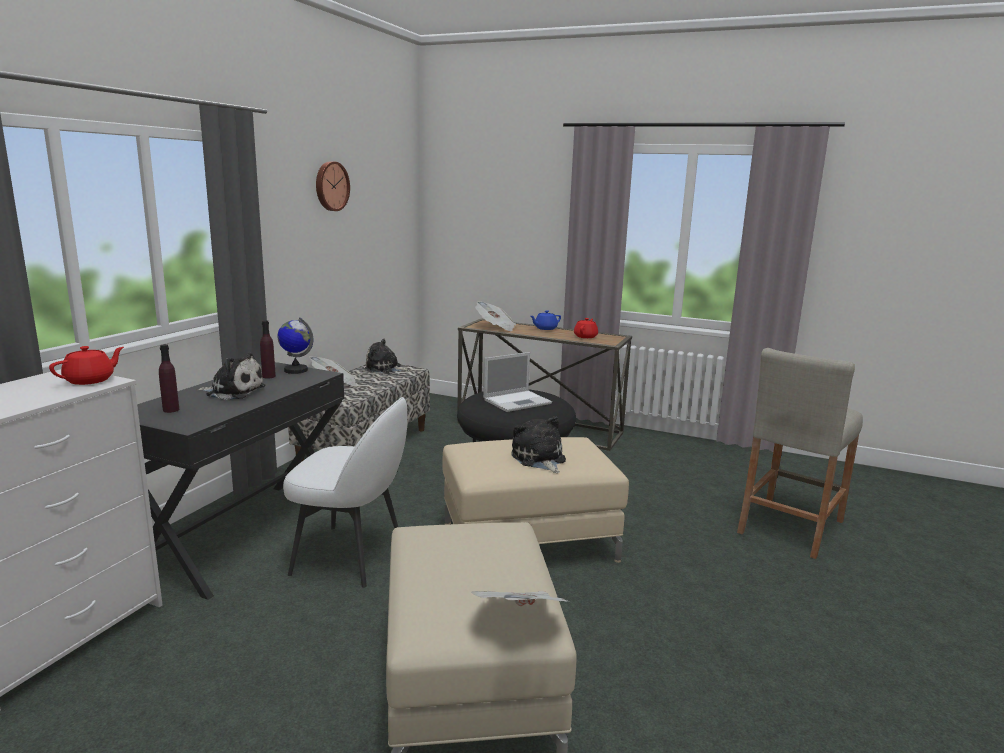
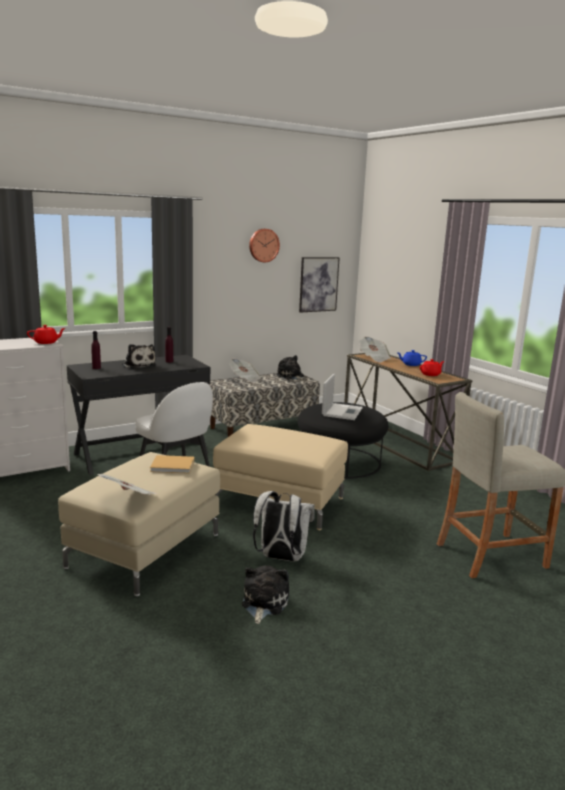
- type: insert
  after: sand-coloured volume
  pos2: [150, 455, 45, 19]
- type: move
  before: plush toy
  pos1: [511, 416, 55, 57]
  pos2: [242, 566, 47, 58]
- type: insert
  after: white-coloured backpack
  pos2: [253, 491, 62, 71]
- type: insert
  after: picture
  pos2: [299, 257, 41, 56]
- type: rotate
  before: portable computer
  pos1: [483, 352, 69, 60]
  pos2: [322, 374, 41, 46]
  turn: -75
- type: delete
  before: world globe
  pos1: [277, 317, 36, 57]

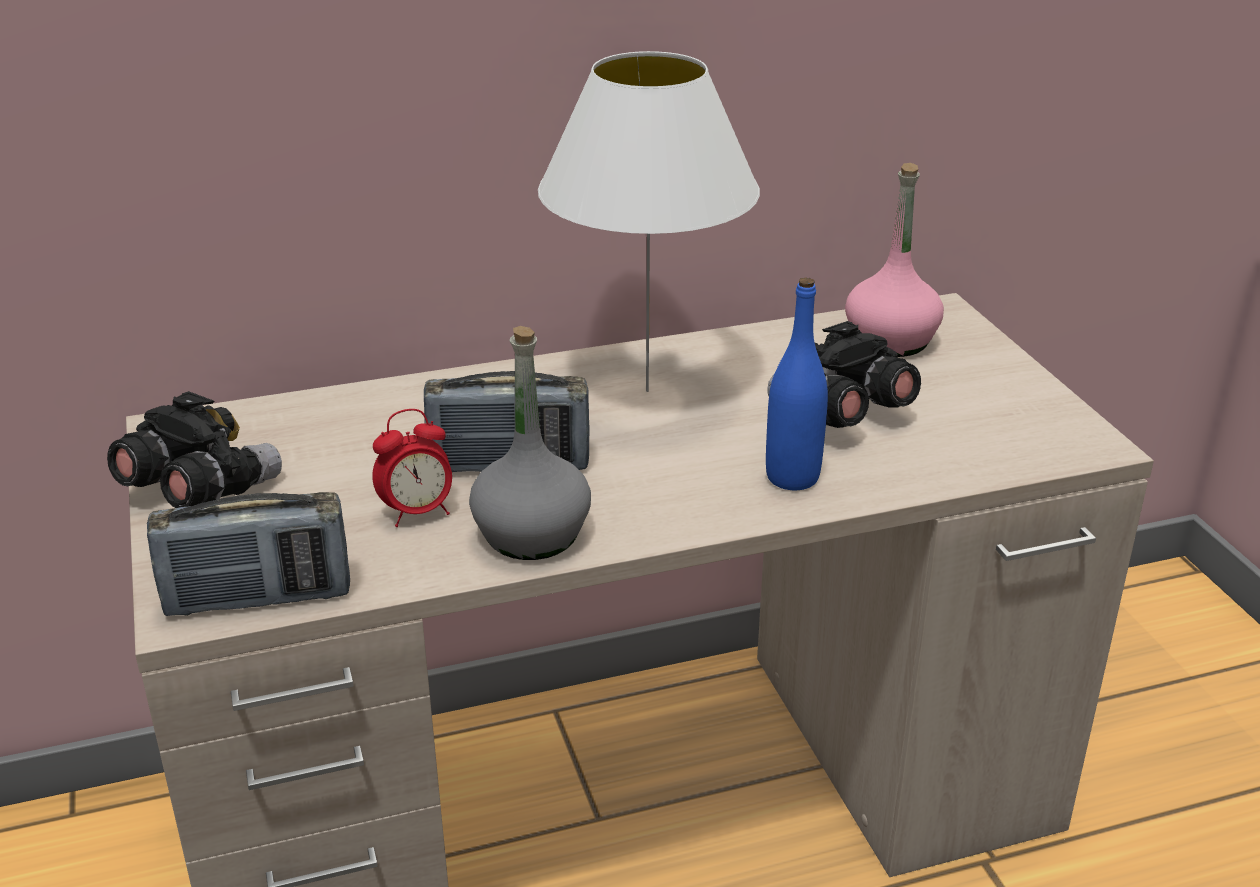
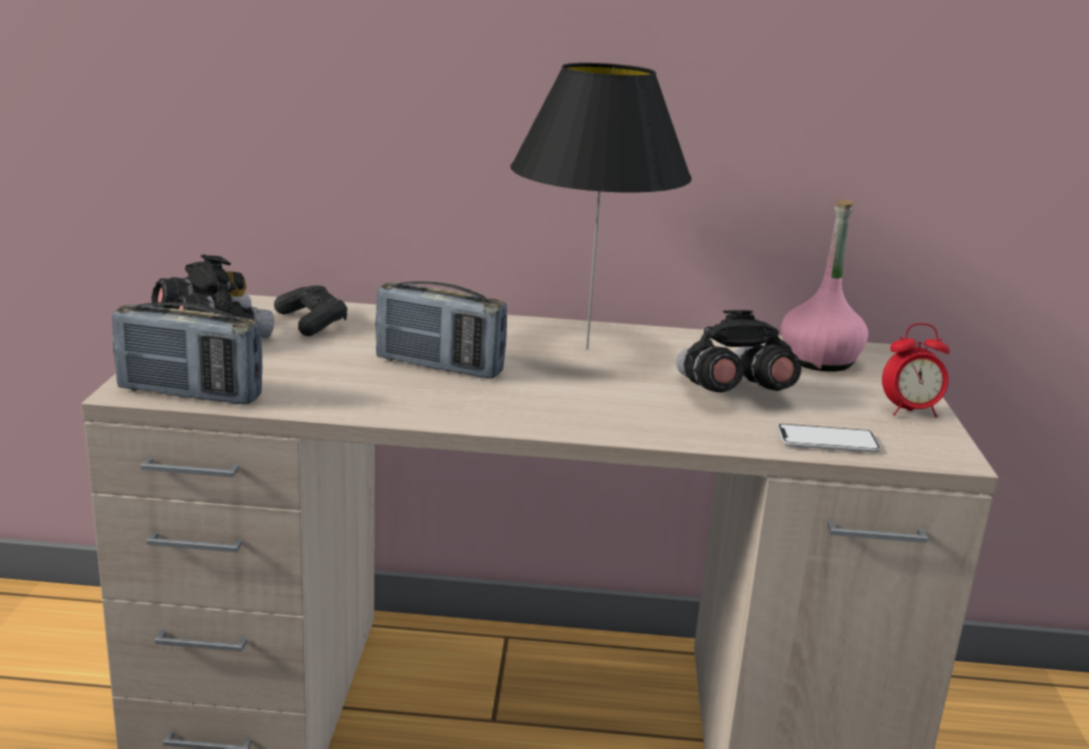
- type: insert
  after: black joypad
  pos2: [274, 286, 73, 50]
- type: recolor
  before: white-coloured lamp for a table
  after: black lamp for a table
  pos1: [538, 51, 222, 341]
  pos2: [510, 63, 182, 287]
- type: insert
  after: phone
  pos2: [777, 424, 104, 28]
- type: move
  before: bedside clock
  pos1: [372, 409, 80, 118]
  pos2: [882, 323, 68, 94]
- type: delete
  before: greyish beverage bottle
  pos1: [469, 326, 122, 234]
- type: delete
  before: blue beverage bottle
  pos1: [766, 277, 62, 213]

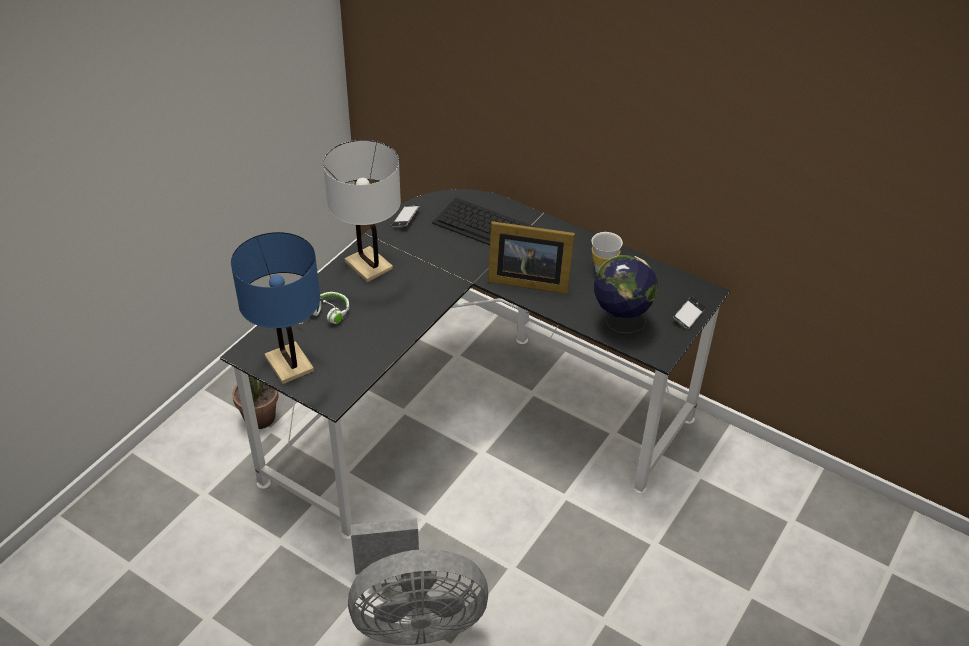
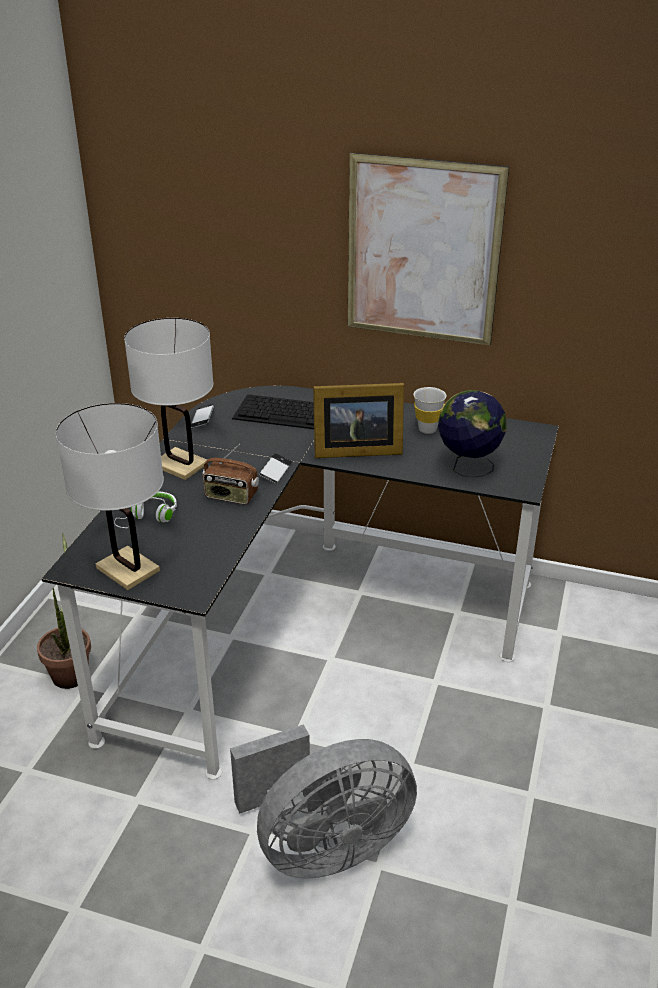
- type: recolor
  before: blue lamp for a table
  after: white-coloured lamp for a table
  pos1: [231, 232, 89, 152]
  pos2: [56, 403, 108, 187]
- type: insert
  after: radio
  pos2: [202, 444, 57, 61]
- type: move
  before: phone
  pos1: [673, 296, 33, 34]
  pos2: [259, 453, 33, 31]
- type: insert
  after: picture
  pos2: [348, 153, 161, 192]

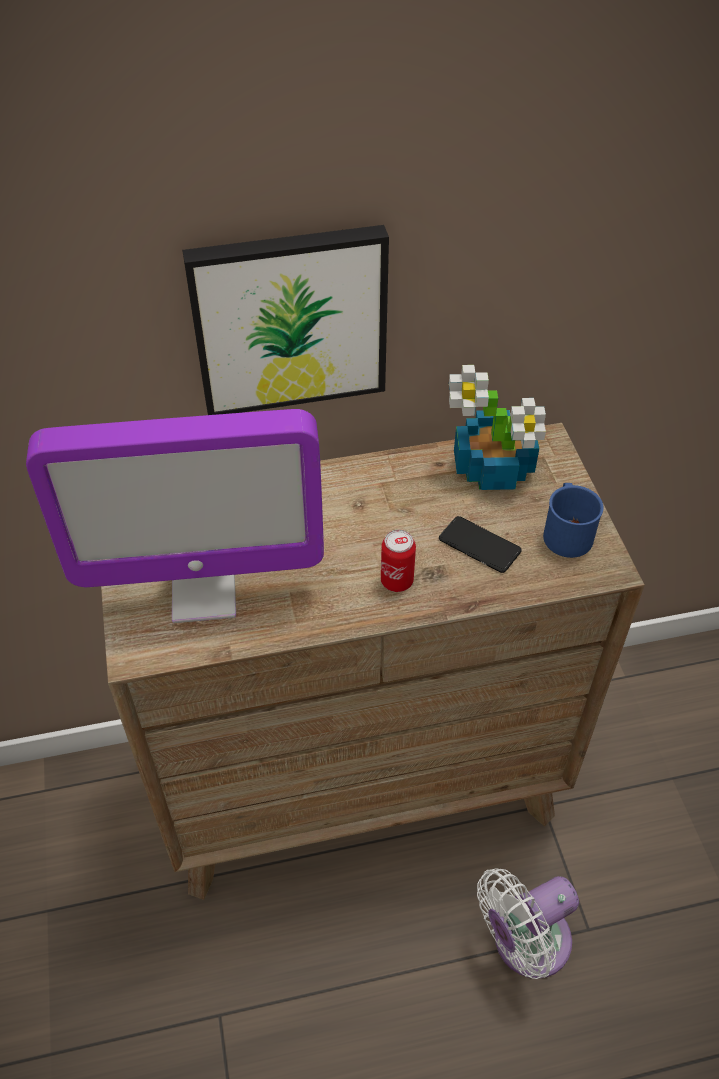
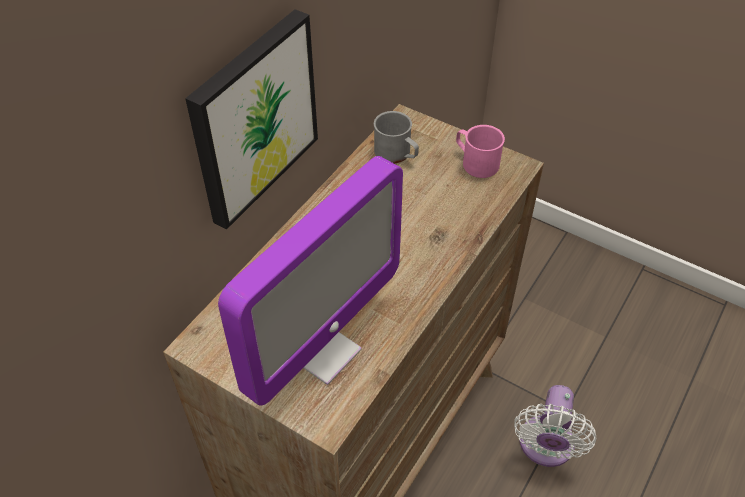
- type: replace
  before: houseplant
  after: greyish tea mug
  pos1: [449, 365, 97, 125]
  pos2: [374, 111, 45, 52]
- type: recolor
  before: blue tea mug
  after: pink-coloured tea mug
  pos1: [543, 483, 61, 75]
  pos2: [456, 125, 49, 53]
- type: delete
  before: sealed can
  pos1: [381, 530, 35, 62]
- type: delete
  before: phone
  pos1: [439, 516, 83, 57]

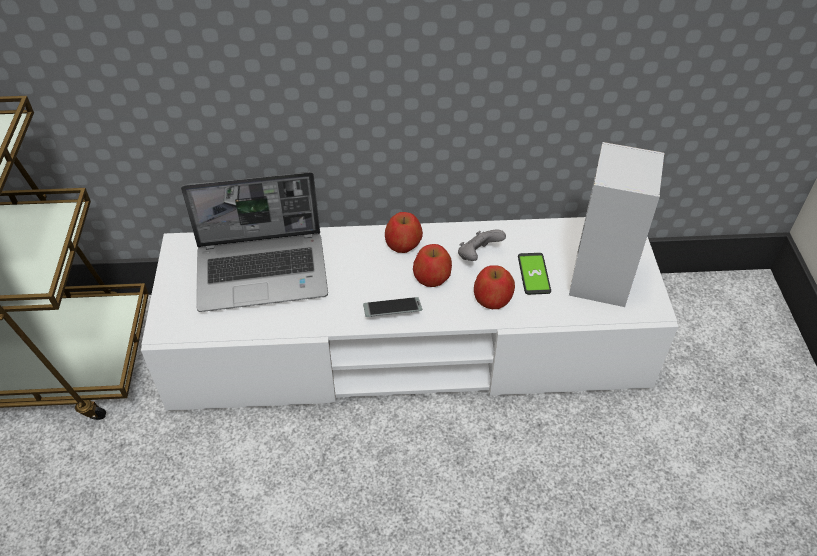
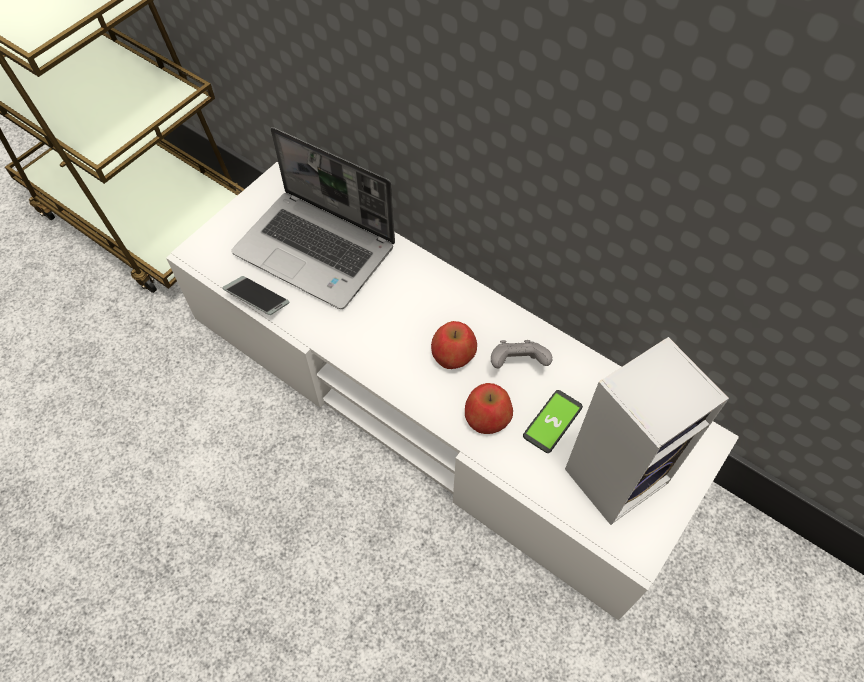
- type: move
  before: phone
  pos1: [363, 297, 59, 20]
  pos2: [222, 276, 67, 39]
- type: delete
  before: apple fruit
  pos1: [385, 212, 38, 41]

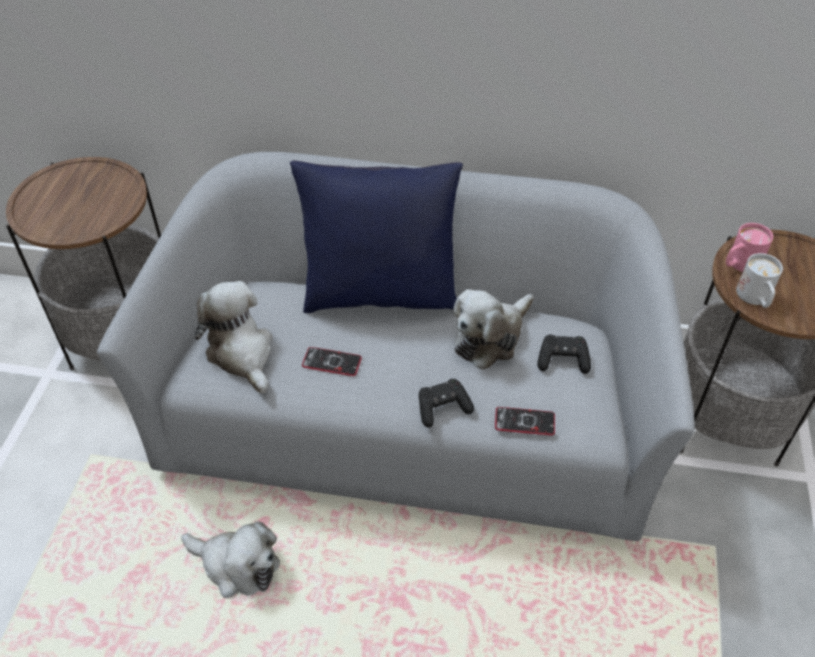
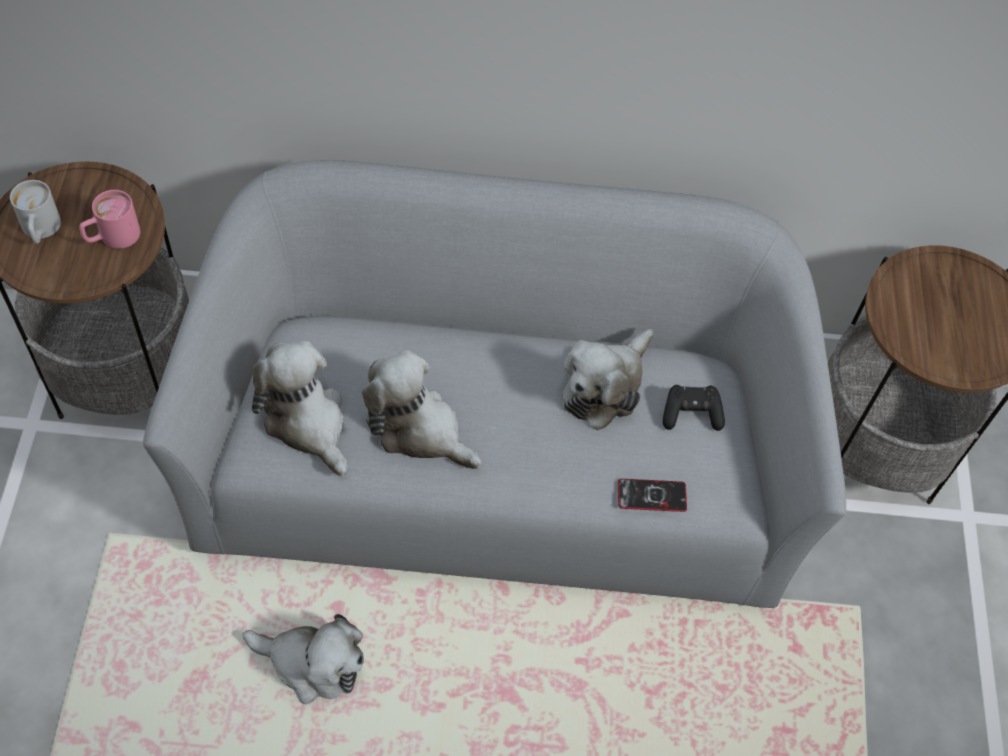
- type: move
  before: white-coloured tea mug
  pos1: [736, 253, 47, 55]
  pos2: [10, 180, 51, 64]
- type: move
  before: pink-coloured tea mug
  pos1: [726, 223, 47, 49]
  pos2: [79, 190, 61, 59]
- type: replace
  before: phone
  after: plush toy
  pos1: [302, 347, 60, 29]
  pos2: [362, 350, 119, 119]
- type: delete
  before: blue cushion
  pos1: [290, 161, 173, 152]
- type: delete
  before: black joypad
  pos1: [419, 379, 55, 49]

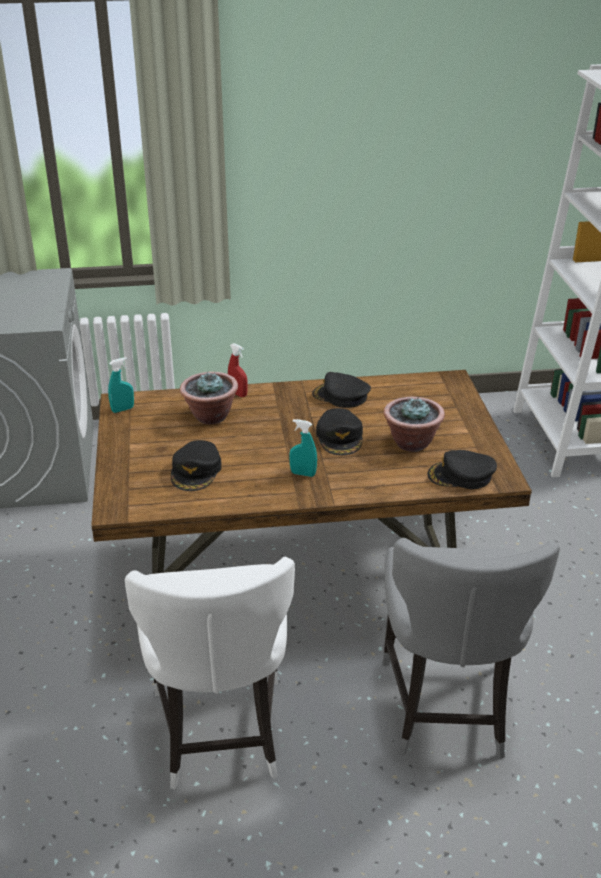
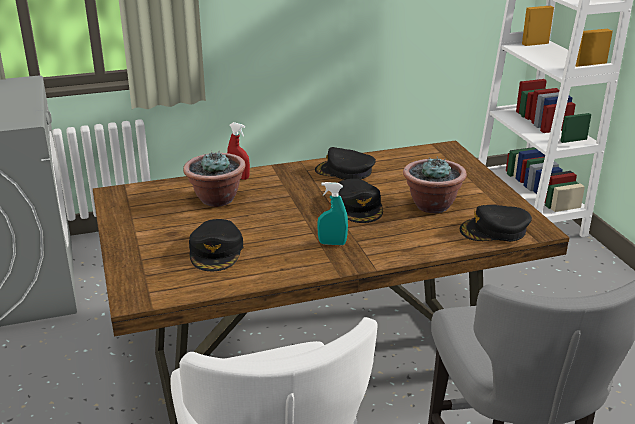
- type: delete
  before: turquoise-coloured spray bottle
  pos1: [108, 357, 26, 56]

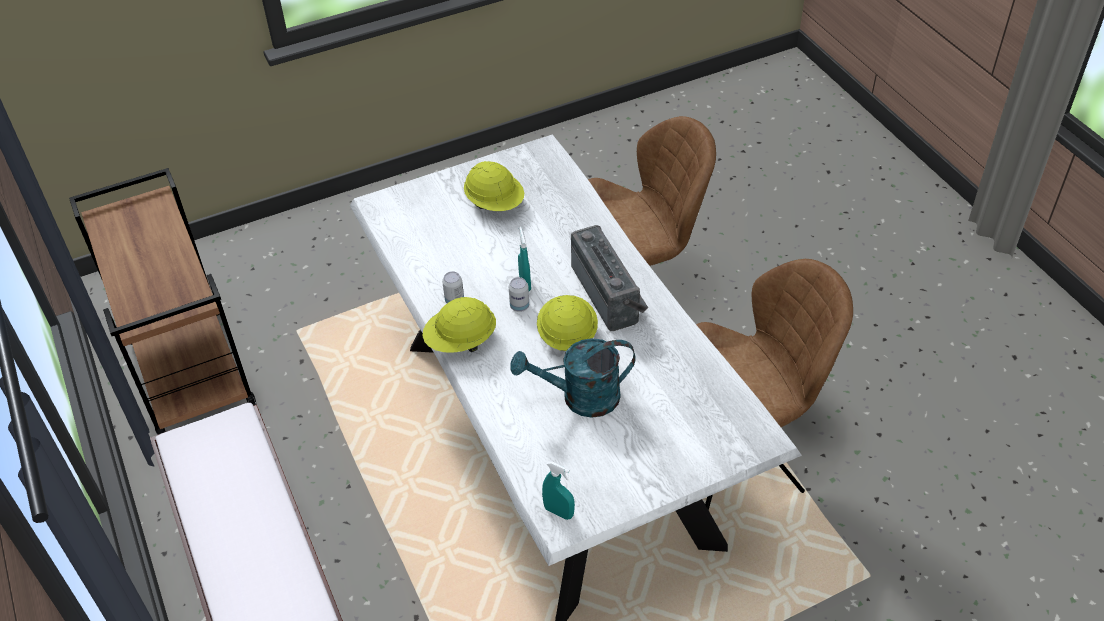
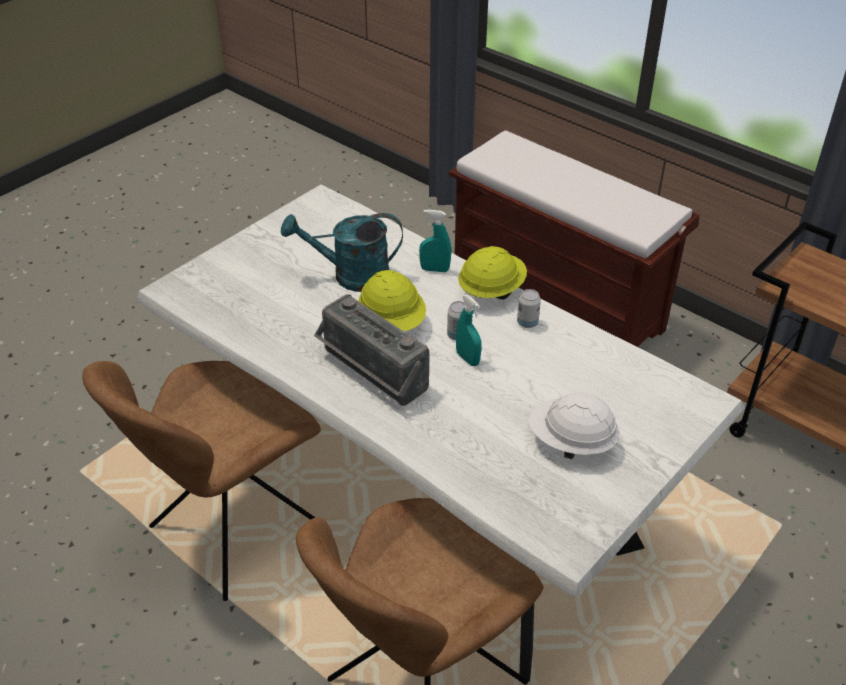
- type: rotate
  before: turquoise-coloured watering can
  pos1: [510, 338, 126, 80]
  pos2: [281, 213, 122, 79]
  turn: -150
- type: move
  before: turquoise-coloured spray bottle
  pos1: [542, 461, 33, 59]
  pos2: [419, 210, 32, 62]
- type: recolor
  before: yellow work helmet
  after: white-coloured work helmet
  pos1: [464, 161, 60, 50]
  pos2: [529, 392, 91, 67]

